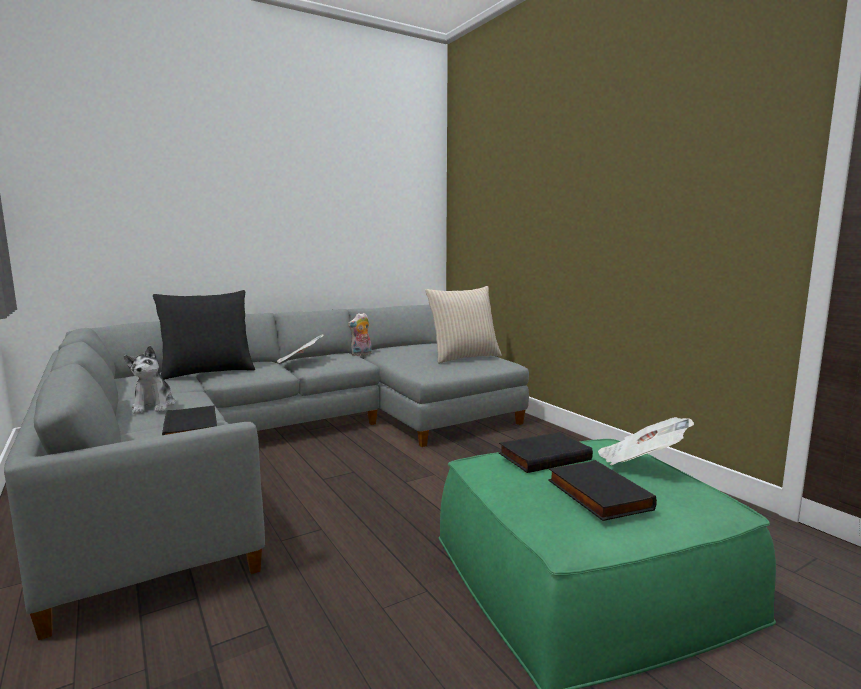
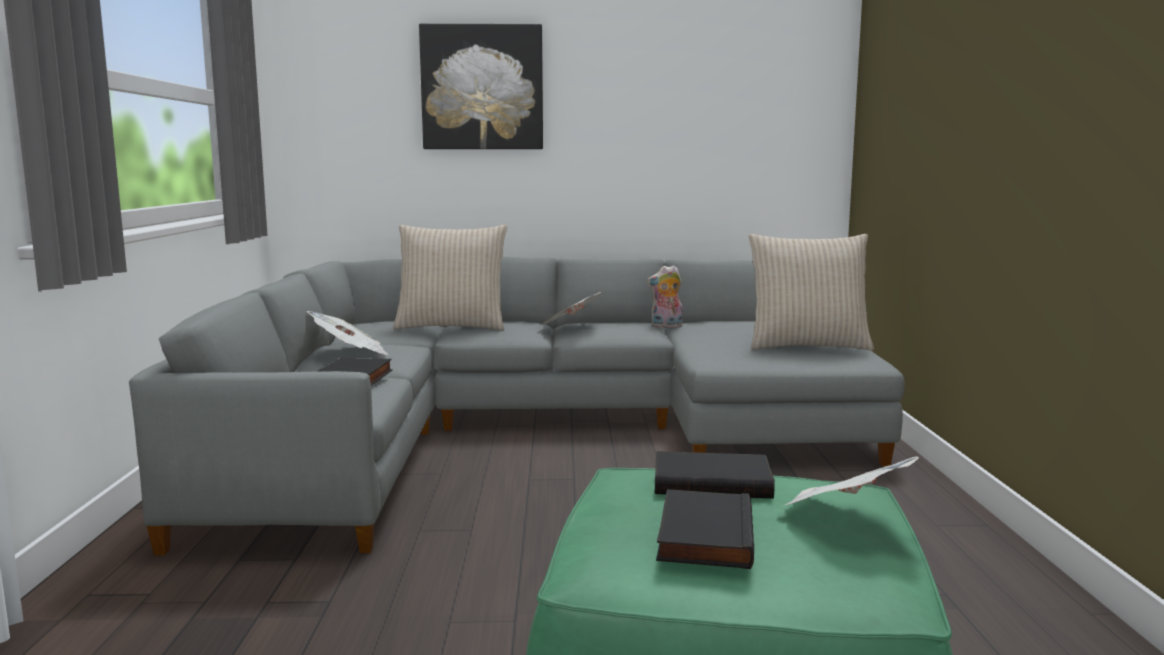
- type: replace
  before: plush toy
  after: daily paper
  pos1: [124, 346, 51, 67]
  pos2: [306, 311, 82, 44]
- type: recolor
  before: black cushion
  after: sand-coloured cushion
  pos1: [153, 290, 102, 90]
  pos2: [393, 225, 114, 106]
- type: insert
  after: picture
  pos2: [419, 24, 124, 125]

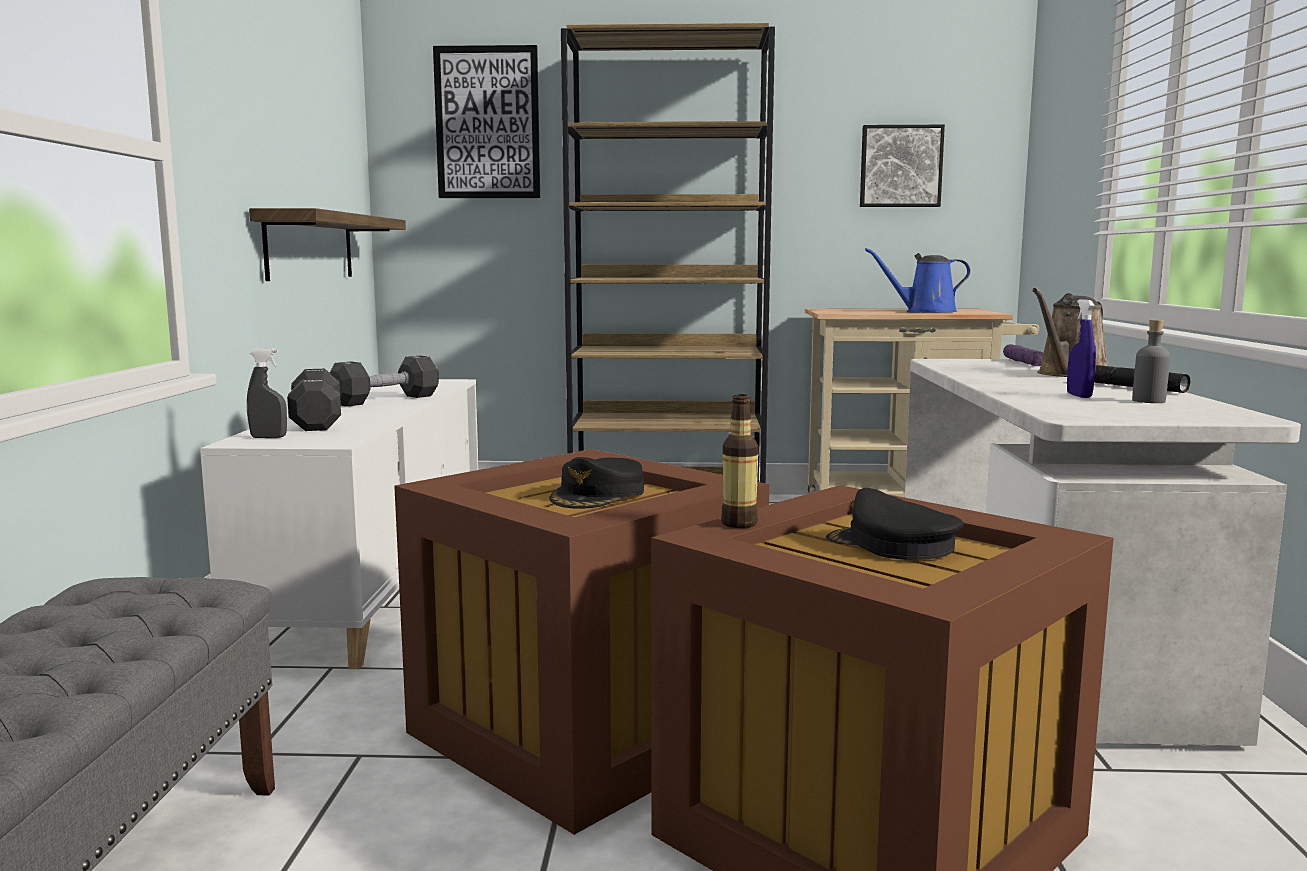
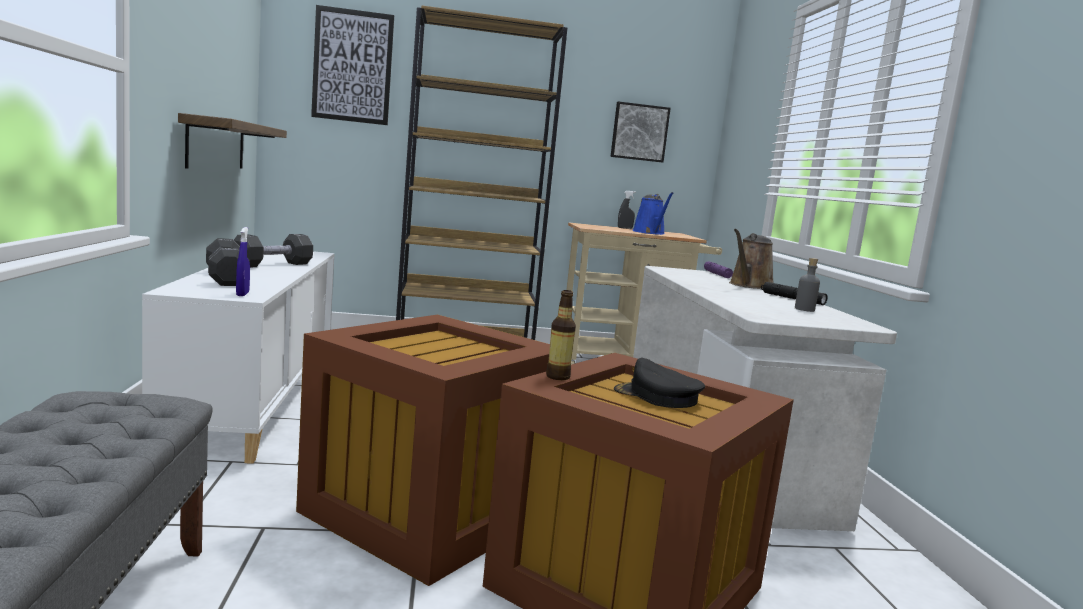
- type: move
  before: blue spray bottle
  pos1: [1067, 299, 29, 99]
  pos2: [236, 227, 14, 69]
- type: move
  before: greyish spray bottle
  pos1: [247, 348, 40, 90]
  pos2: [618, 191, 18, 38]
- type: rotate
  before: blue watering can
  pos1: [865, 248, 106, 65]
  pos2: [633, 192, 41, 43]
  turn: -90
- type: delete
  before: black baseball cap
  pos1: [549, 457, 95, 52]

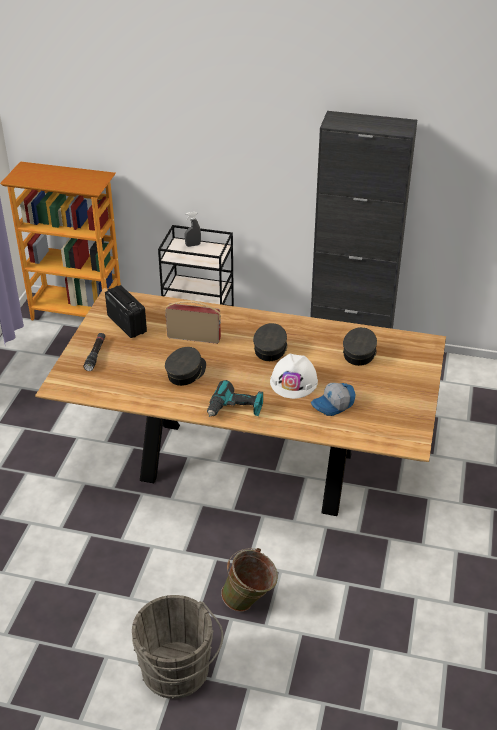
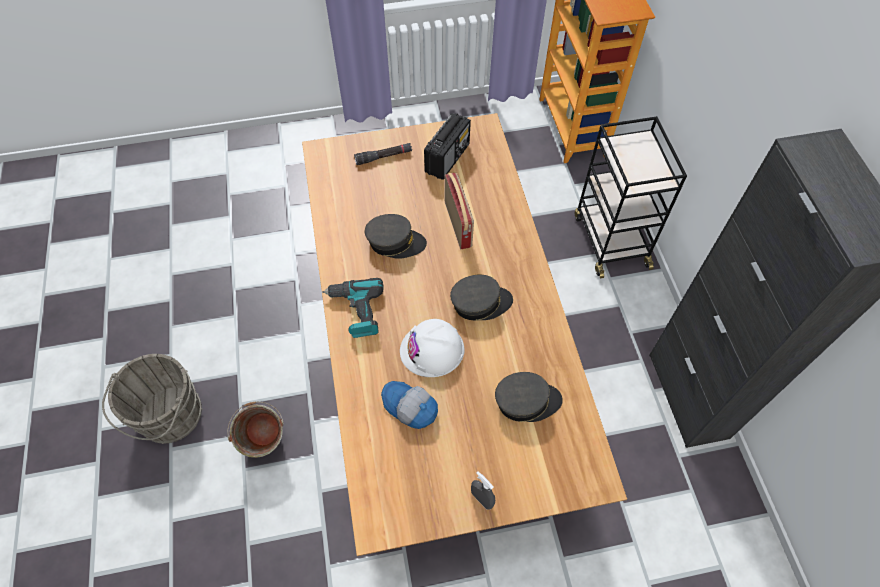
- type: move
  before: greyish spray bottle
  pos1: [184, 212, 17, 35]
  pos2: [471, 471, 24, 39]

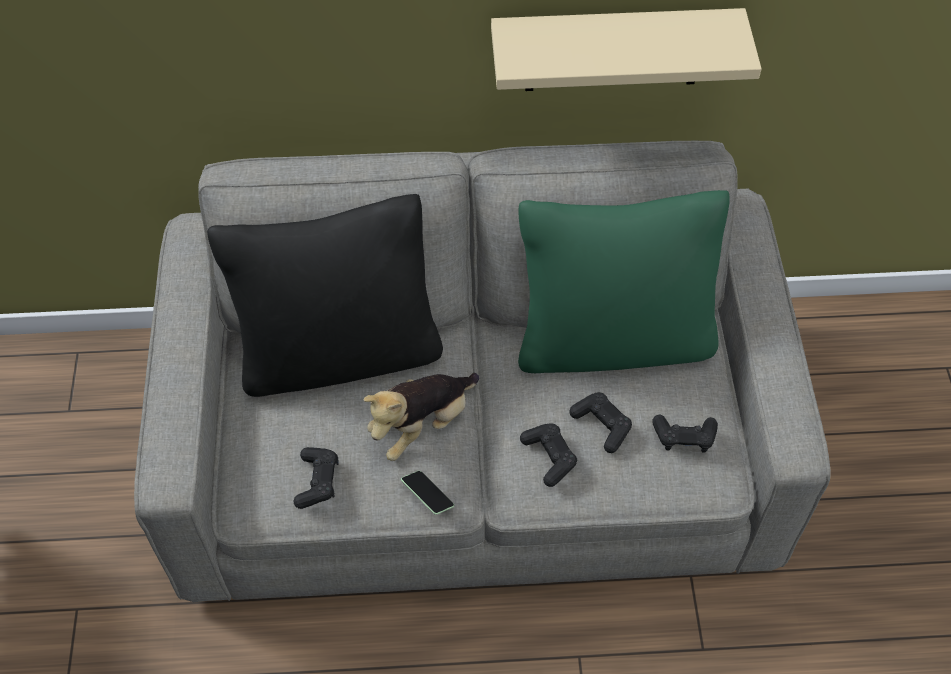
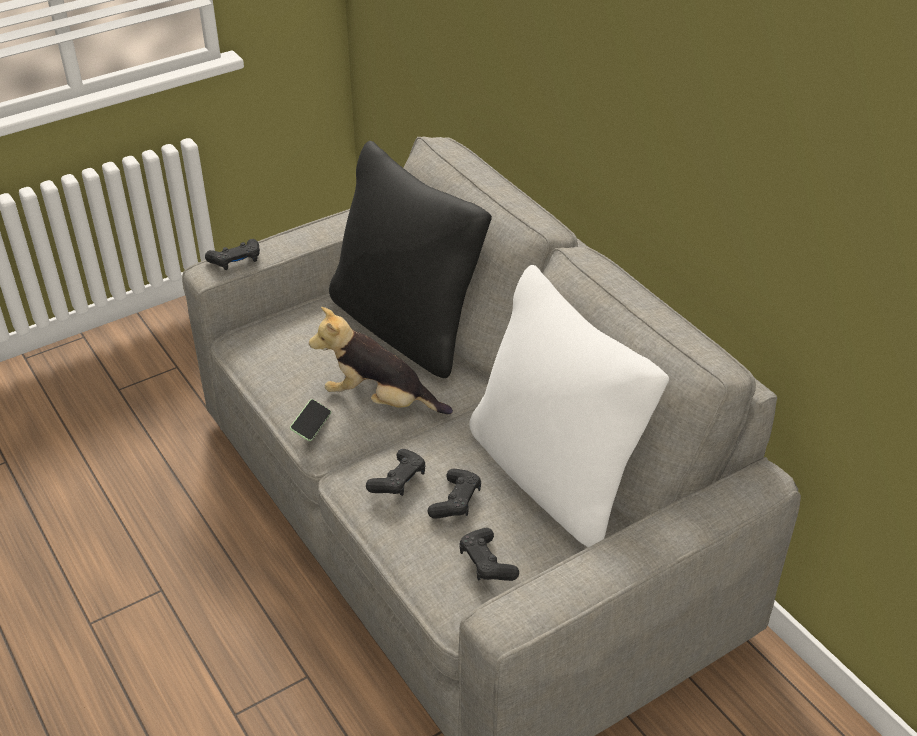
- type: move
  before: black joypad
  pos1: [293, 447, 46, 62]
  pos2: [205, 239, 55, 31]
- type: recolor
  before: green cushion
  after: white-coloured cushion
  pos1: [518, 190, 212, 183]
  pos2: [469, 265, 200, 282]
- type: delete
  before: sand-coloured wall shelf
  pos1: [491, 8, 271, 83]

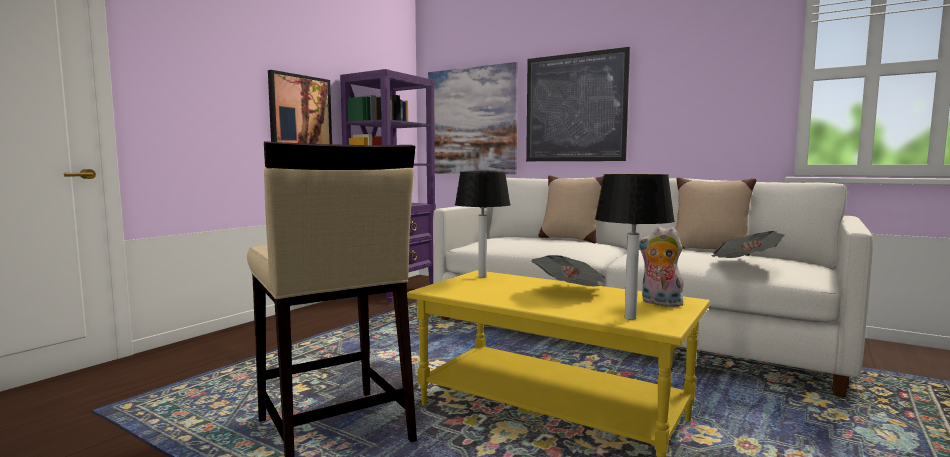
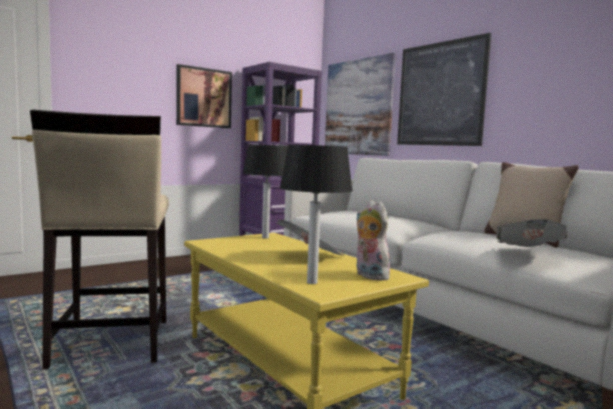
- type: delete
  before: sand-coloured cushion
  pos1: [538, 175, 66, 69]

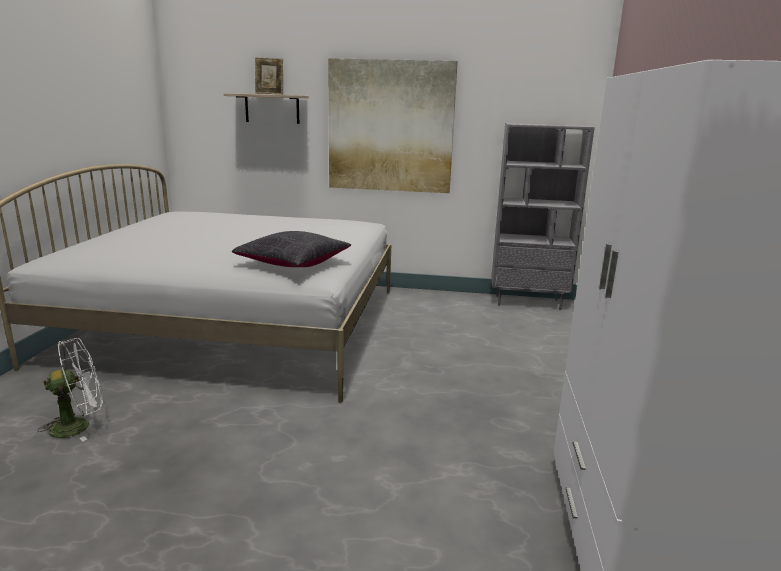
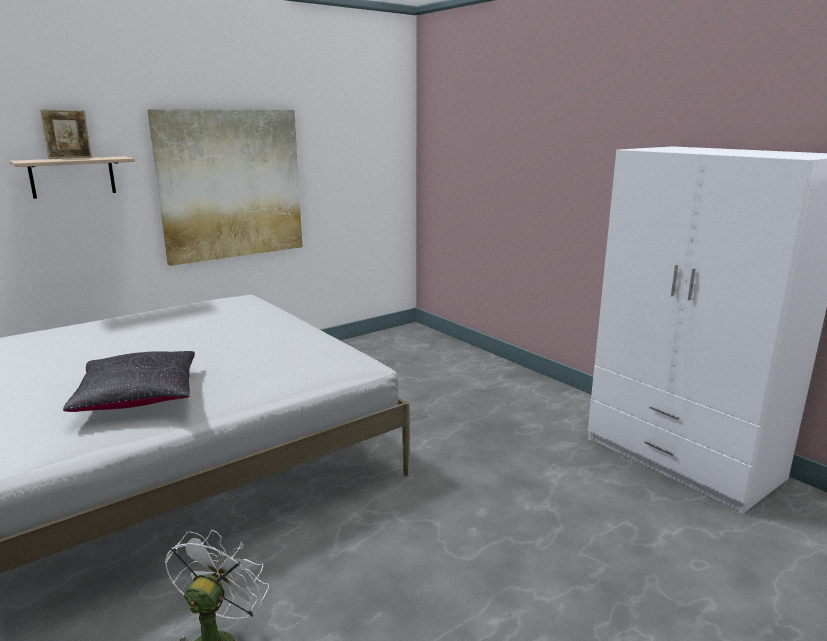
- type: move
  before: black cushion
  pos1: [232, 231, 119, 36]
  pos2: [63, 351, 132, 61]
- type: delete
  before: greyish shelving unit
  pos1: [491, 123, 104, 187]

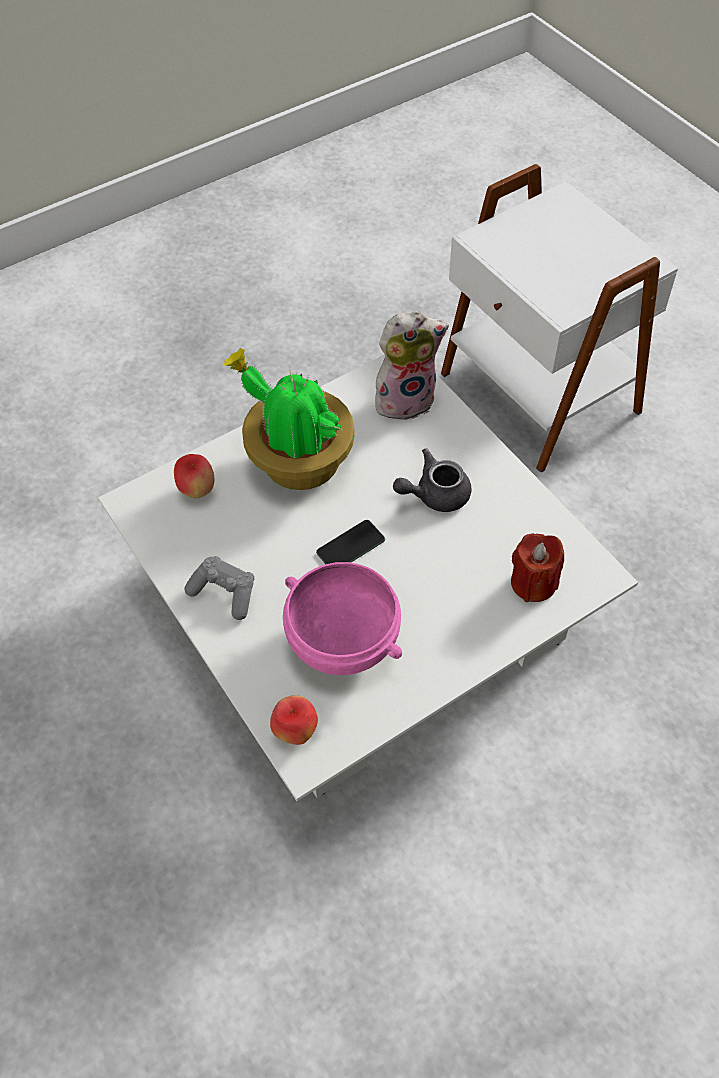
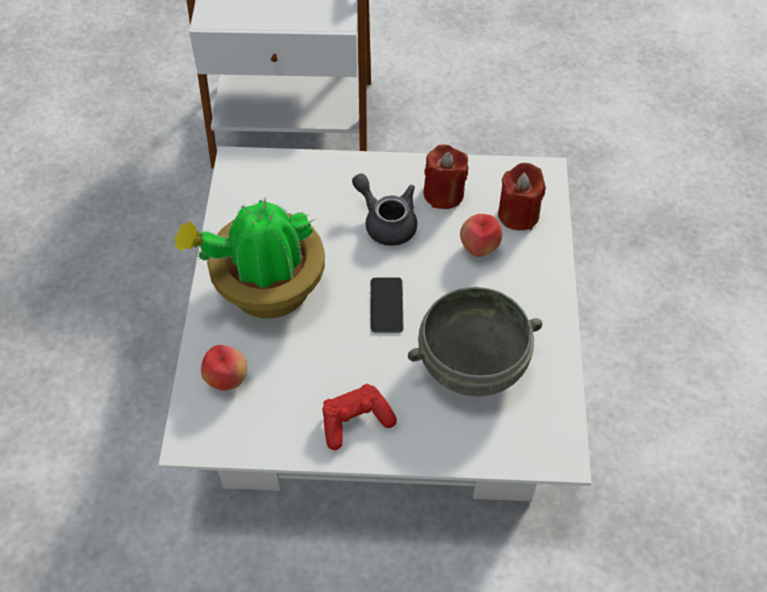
- type: recolor
  before: greyish joypad
  after: red joypad
  pos1: [185, 556, 69, 64]
  pos2: [322, 384, 75, 66]
- type: rotate
  before: greyish pot for tea
  pos1: [393, 449, 79, 63]
  pos2: [352, 174, 65, 72]
  turn: 120
- type: recolor
  before: pink-coloured serving bowl
  after: greyish serving bowl
  pos1: [283, 562, 119, 113]
  pos2: [408, 287, 134, 110]
- type: insert
  after: red wax light
  pos2: [423, 144, 46, 65]
- type: move
  before: apple fruit
  pos1: [270, 695, 48, 50]
  pos2: [460, 214, 42, 43]
- type: delete
  before: plush toy
  pos1: [375, 311, 74, 109]

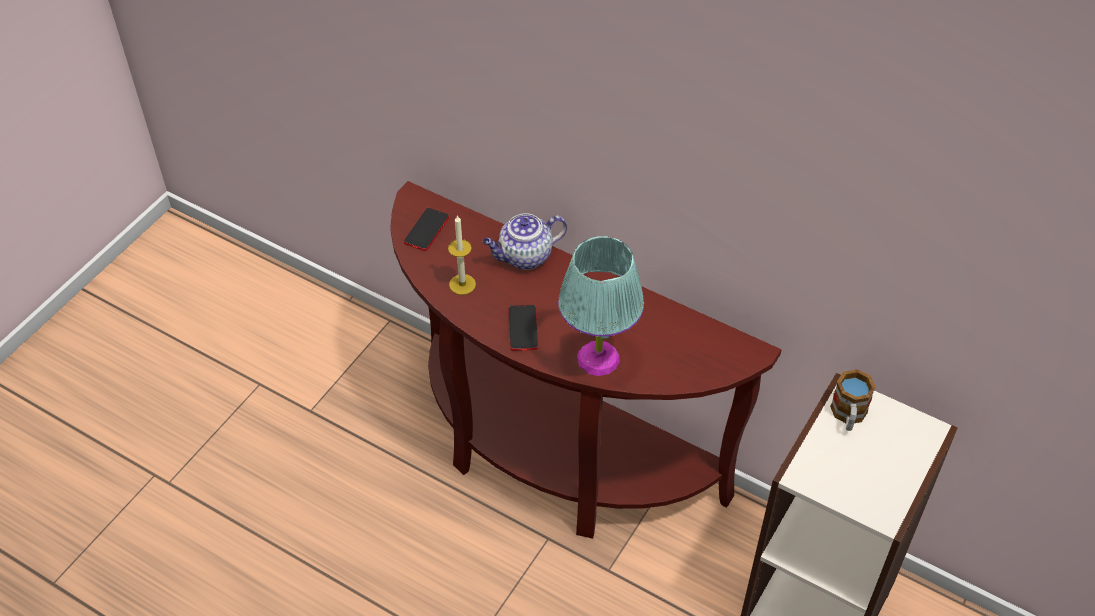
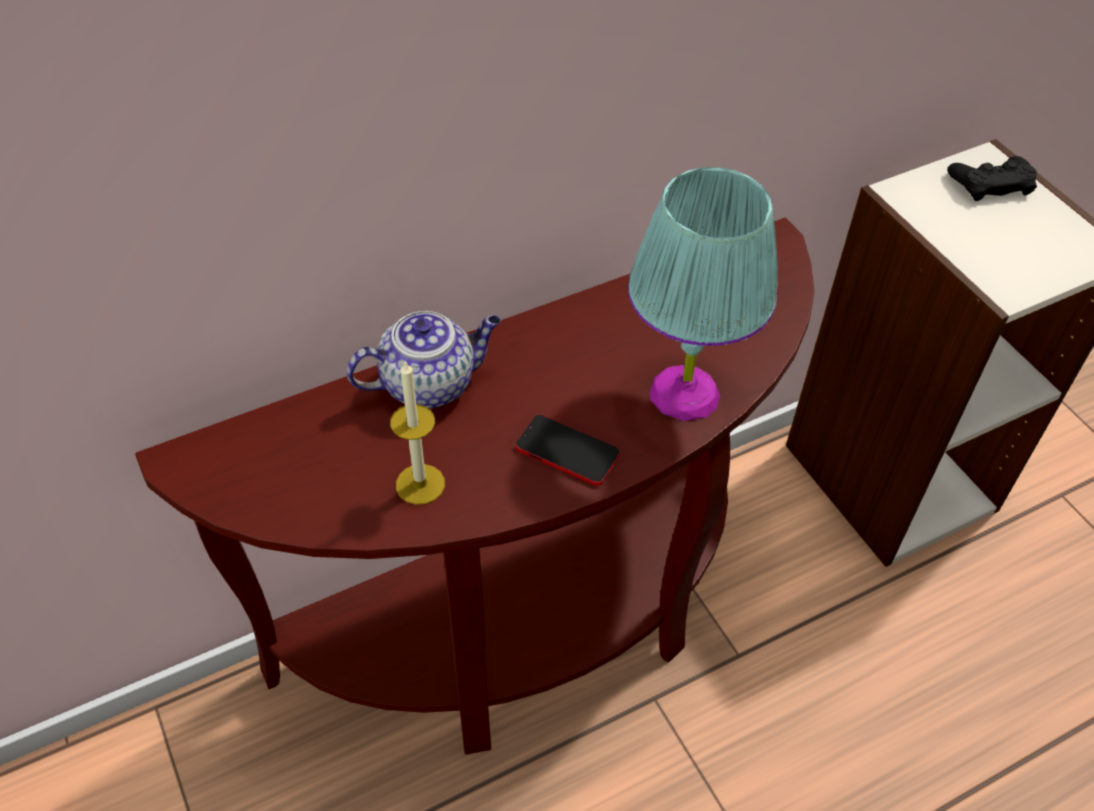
- type: rotate
  before: pot for tea
  pos1: [483, 213, 84, 57]
  pos2: [347, 311, 154, 98]
  turn: -120
- type: insert
  after: black joypad
  pos2: [947, 156, 90, 45]
- type: delete
  before: phone
  pos1: [404, 208, 45, 43]
- type: delete
  before: tea mug
  pos1: [830, 369, 46, 62]

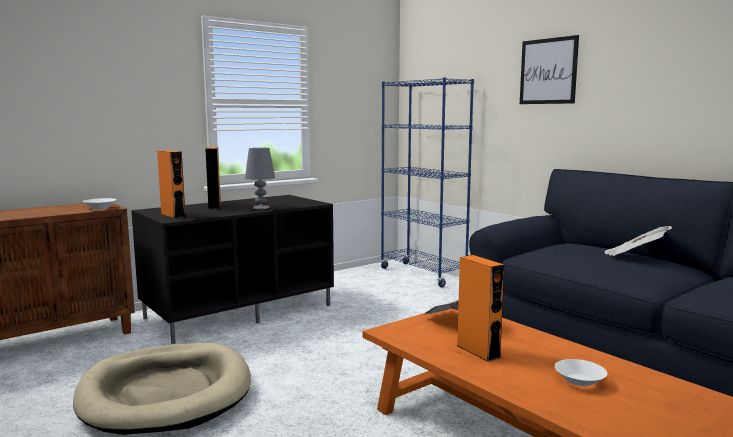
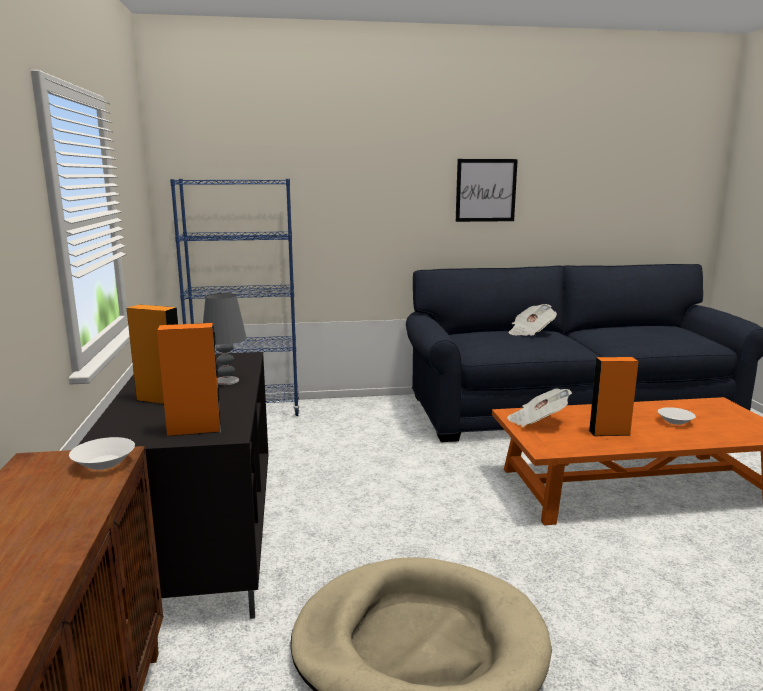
- type: move
  before: picture
  pos1: [520, 35, 59, 69]
  pos2: [456, 159, 62, 63]

